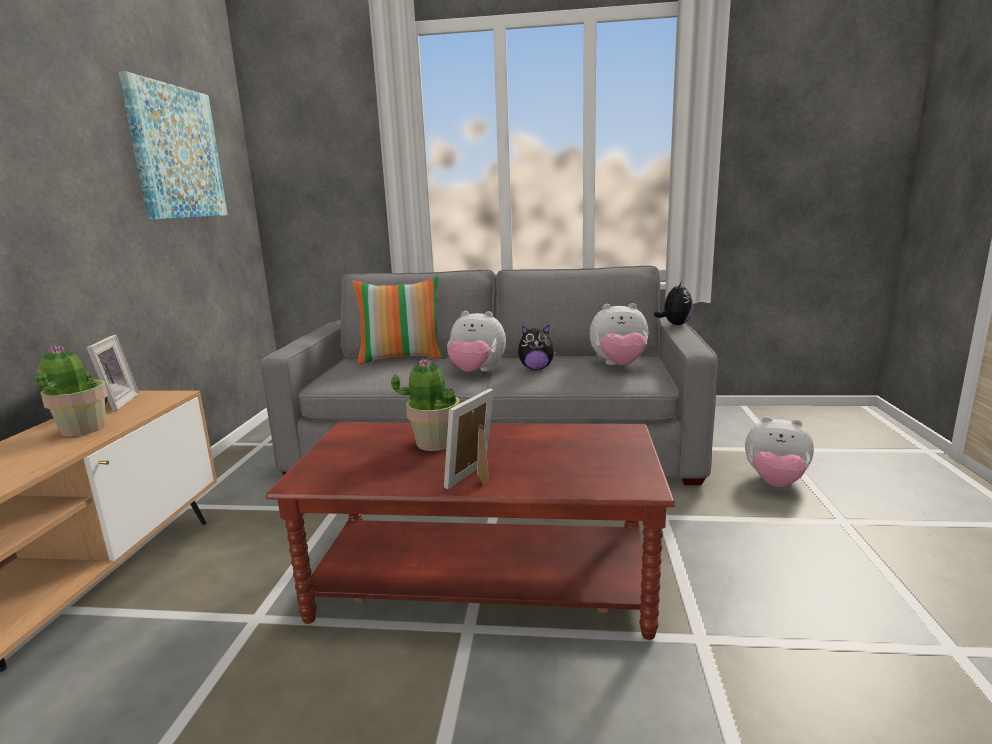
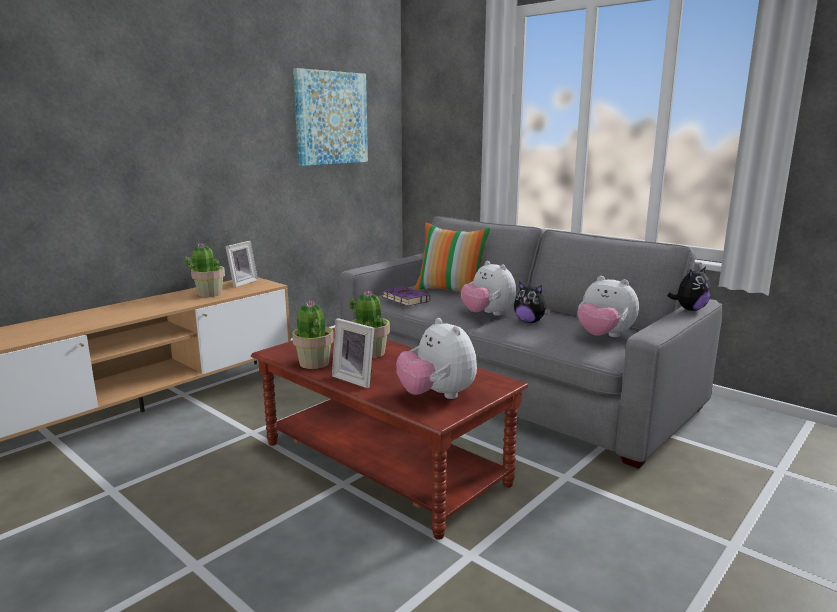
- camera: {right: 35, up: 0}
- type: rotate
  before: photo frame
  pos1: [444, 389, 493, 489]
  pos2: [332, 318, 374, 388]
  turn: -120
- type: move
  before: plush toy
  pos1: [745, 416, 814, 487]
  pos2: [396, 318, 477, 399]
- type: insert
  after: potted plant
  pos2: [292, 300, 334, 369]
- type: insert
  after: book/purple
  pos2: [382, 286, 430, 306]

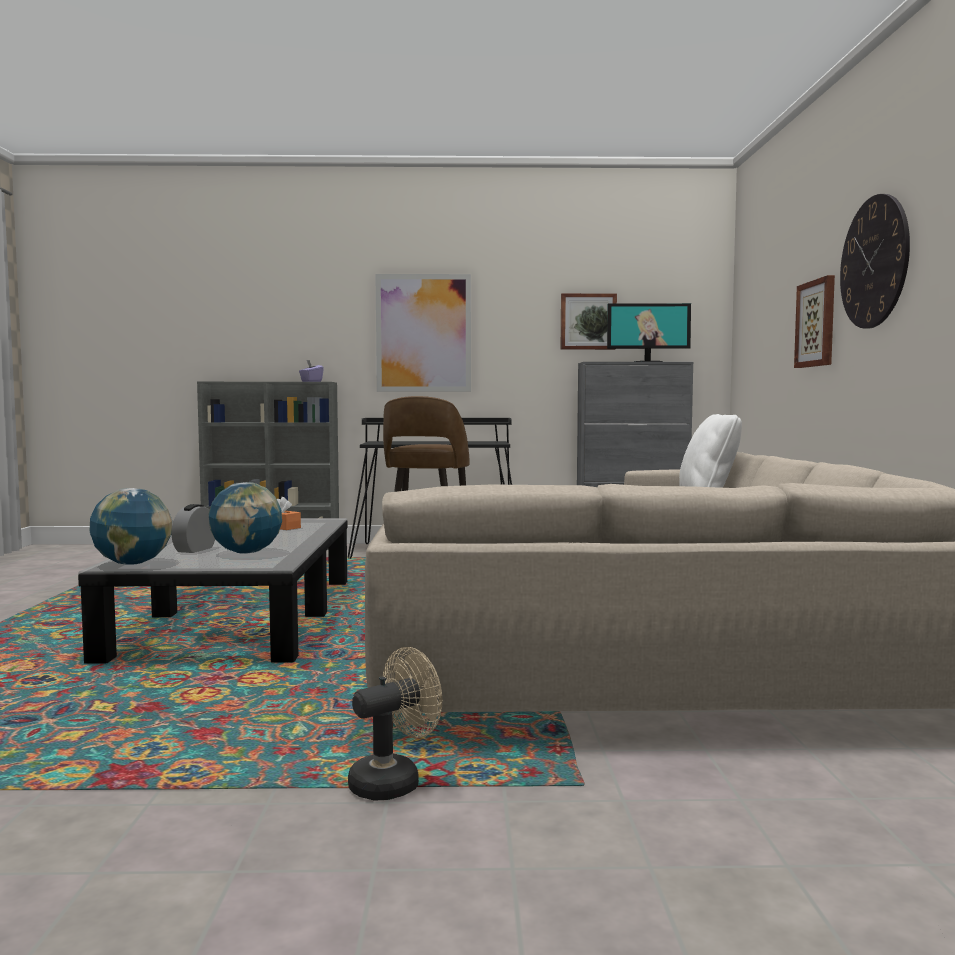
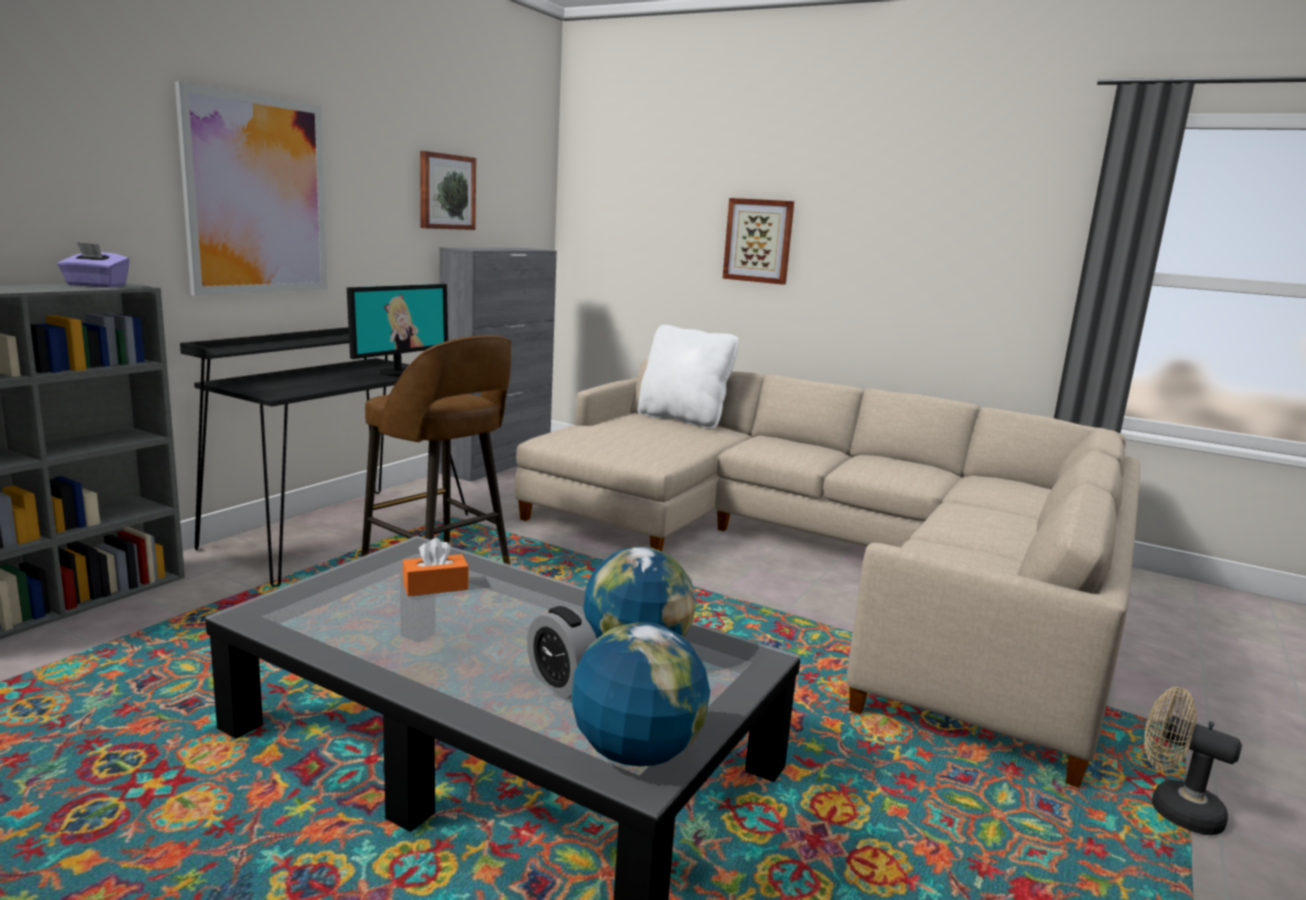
- camera: {right: -60, up: 10}
- type: rotate
  before: electric fan/beige-coloured
  pos1: [348, 647, 442, 801]
  pos2: [1144, 687, 1242, 835]
  turn: -45
- type: move
  before: monitor
  pos1: [607, 303, 691, 362]
  pos2: [347, 284, 448, 376]
- type: delete
  before: clock on the wall
  pos1: [840, 194, 910, 328]

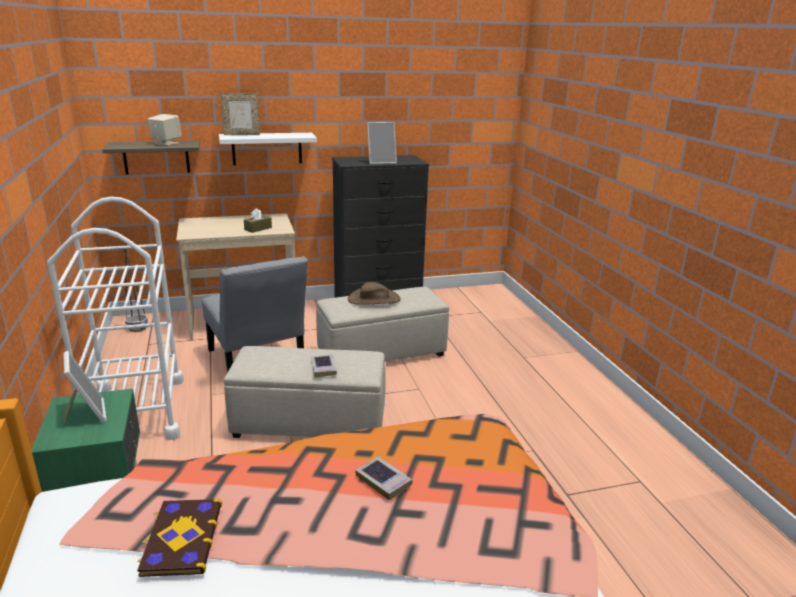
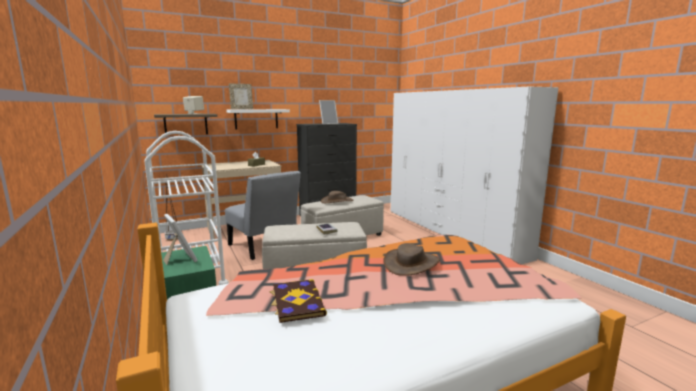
- camera: {right: -10, up: -10}
- type: replace
  before: book
  after: hat/brown-coloured
  pos1: [355, 456, 413, 500]
  pos2: [383, 243, 440, 276]
- type: insert
  after: armoire/white
  pos2: [391, 87, 559, 265]

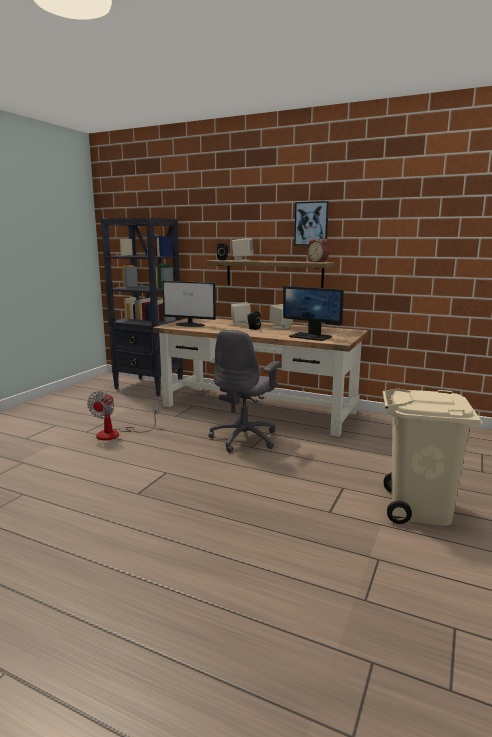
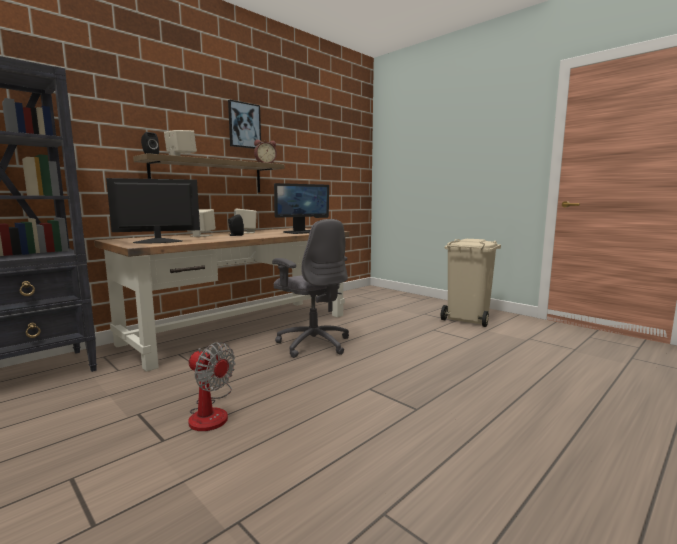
- camera: {right: -70, up: -5}
- type: rotate
  before: monitor
  pos1: [162, 281, 216, 327]
  pos2: [106, 178, 200, 243]
  turn: -150

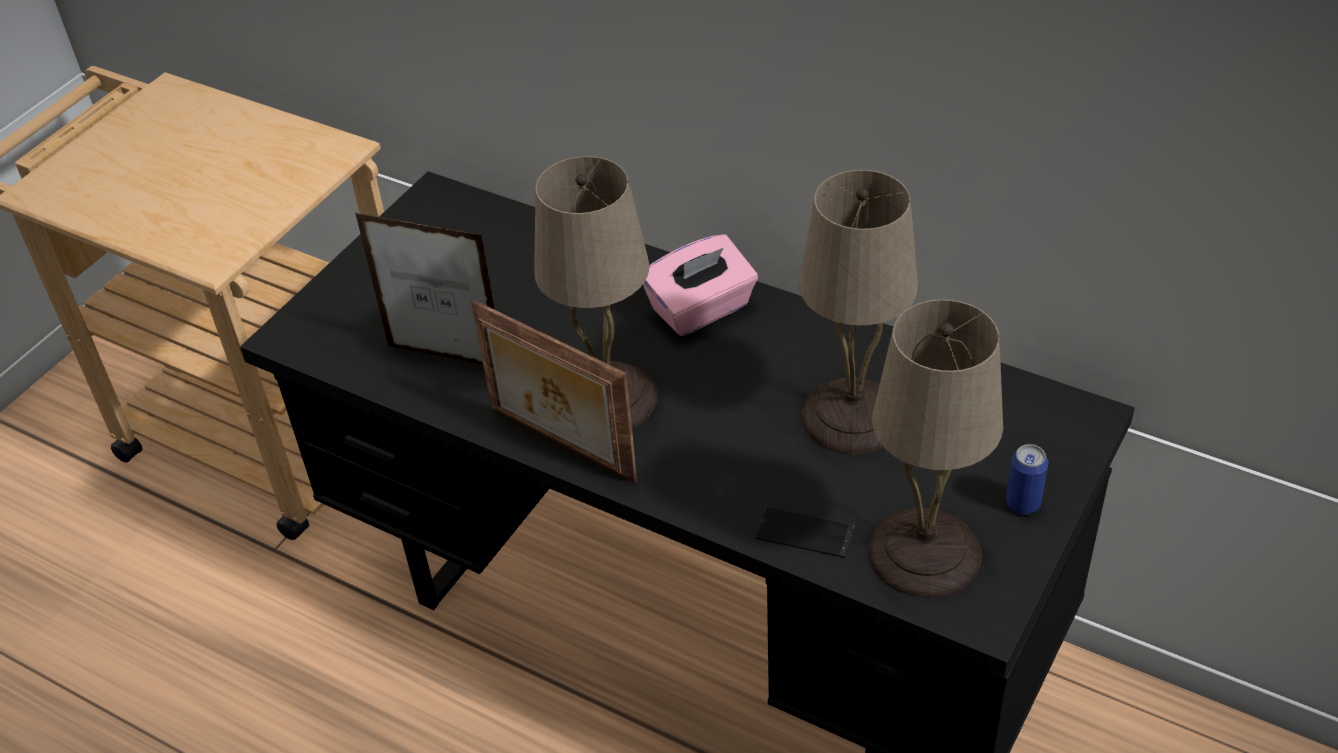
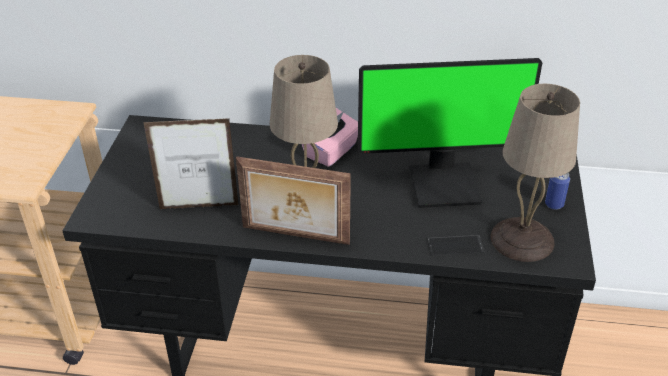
- camera: {right: -25, up: -5}
- type: replace
  before: table lamp/beige-coloured
  after: monitor
  pos1: [799, 170, 918, 454]
  pos2: [358, 58, 542, 208]

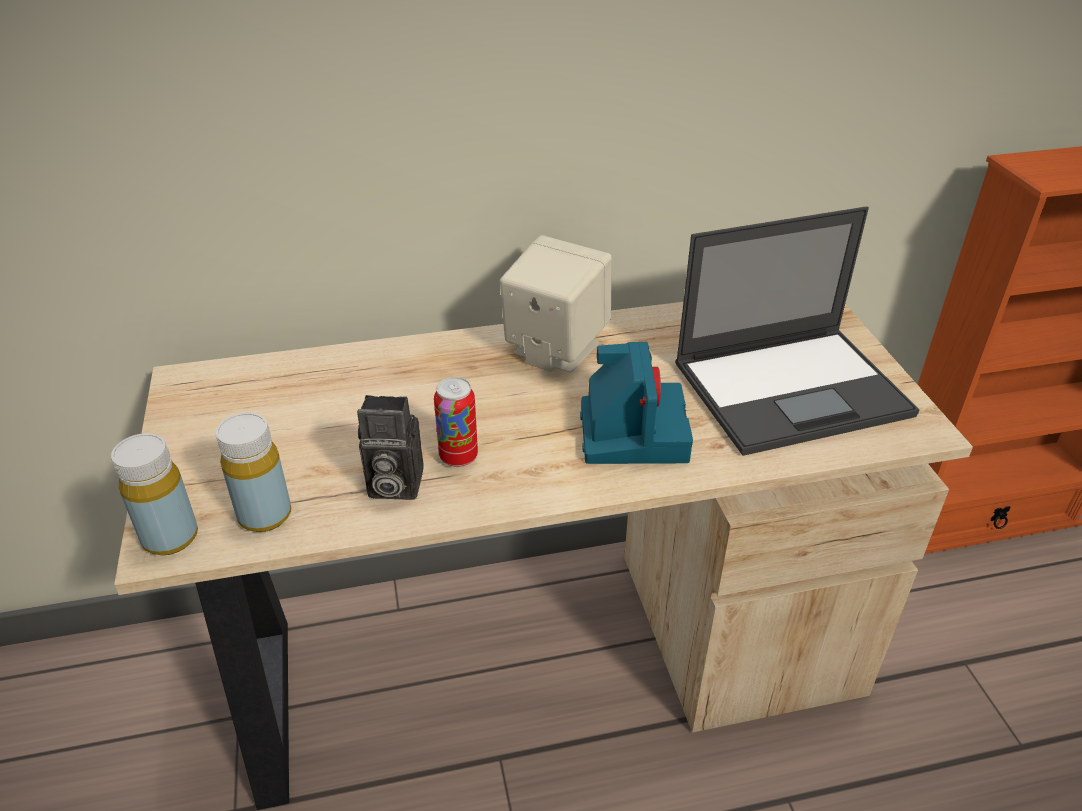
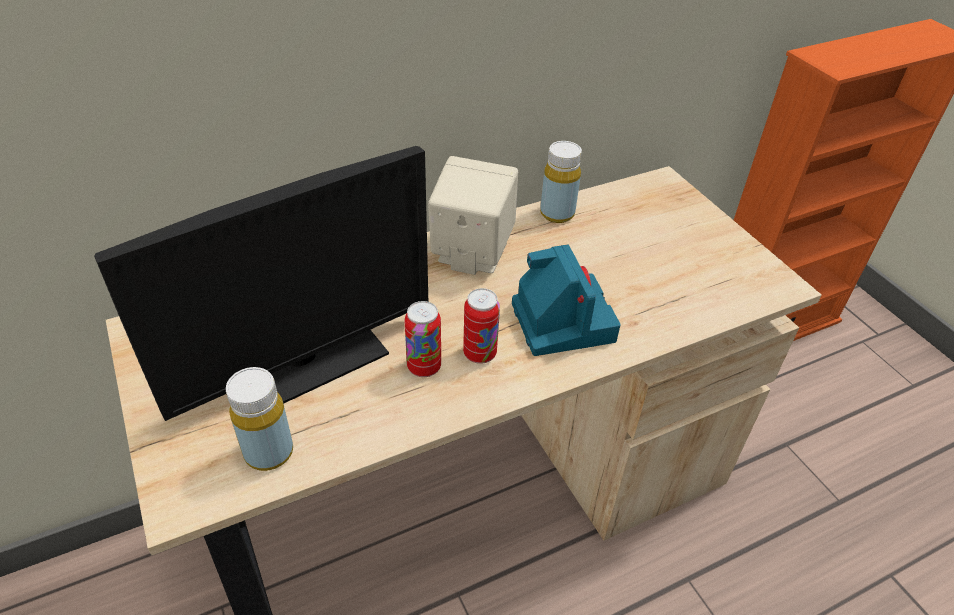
- camera: {right: -15, up: 5}
- type: move
  before: beverage bottle/yellow-coloured
  pos1: [111, 433, 198, 555]
  pos2: [540, 141, 582, 223]
- type: delete
  before: still camera
  pos1: [357, 395, 424, 500]
- type: delete
  before: laptop
  pos1: [675, 207, 919, 456]
- type: insert
  after: monitor
  pos2: [94, 146, 428, 421]
- type: insert
  after: sealed can
  pos2: [463, 288, 500, 364]

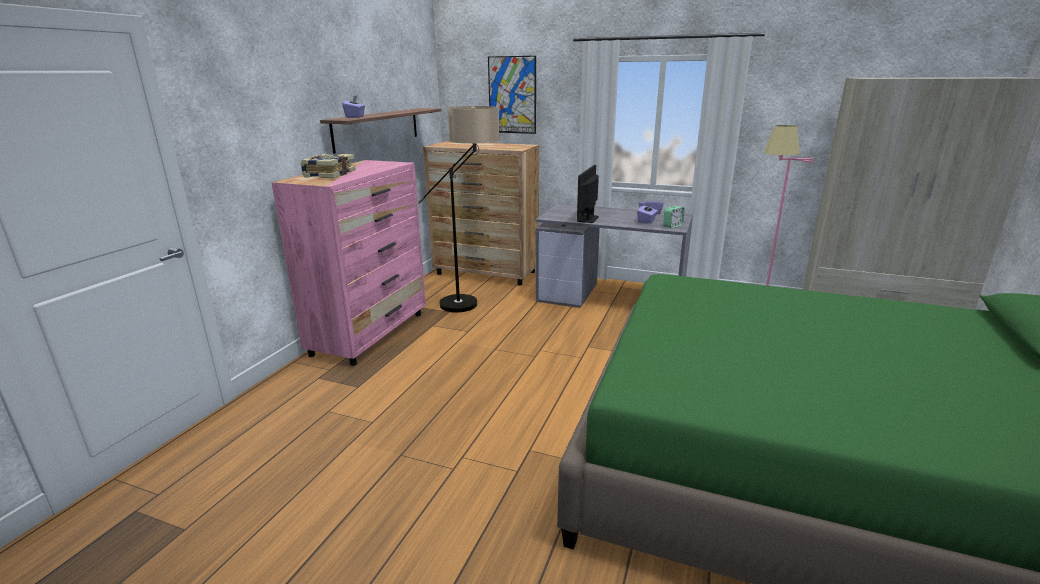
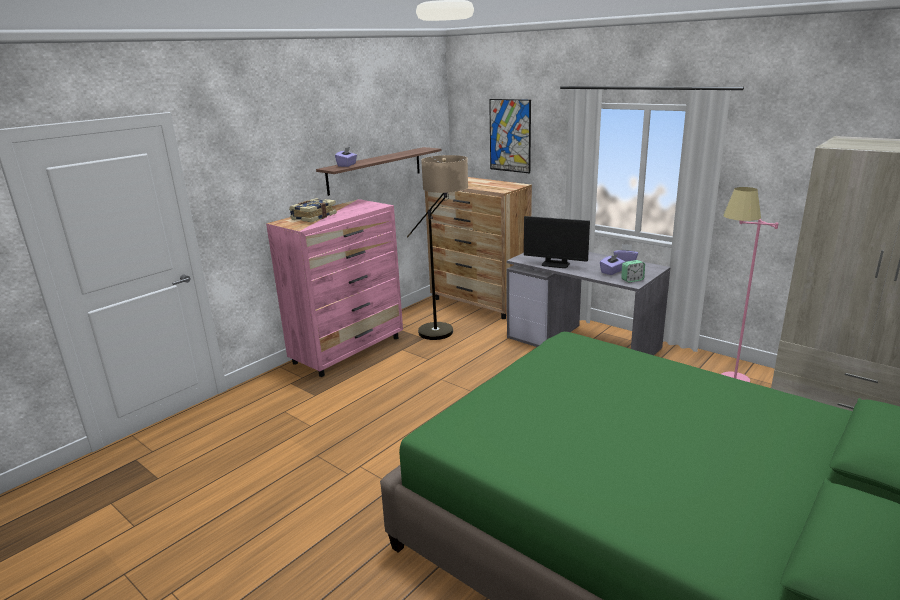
- camera: {right: 20, up: 0}
- type: rotate
  before: monitor
  pos1: [577, 165, 599, 223]
  pos2: [524, 216, 590, 268]
  turn: -105

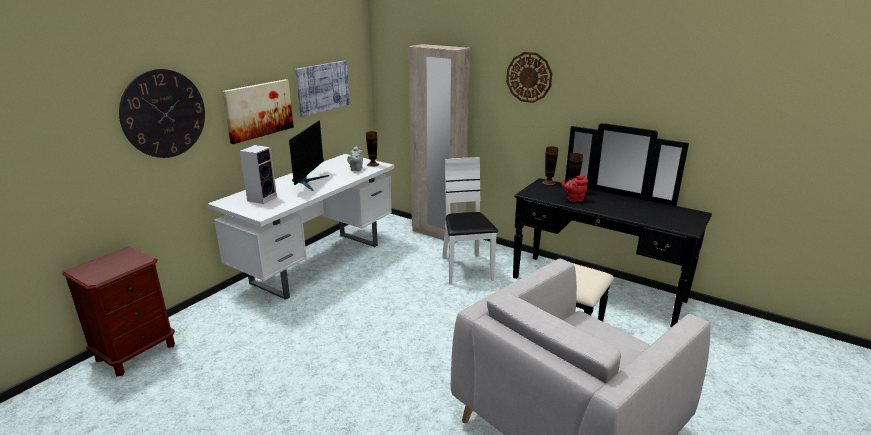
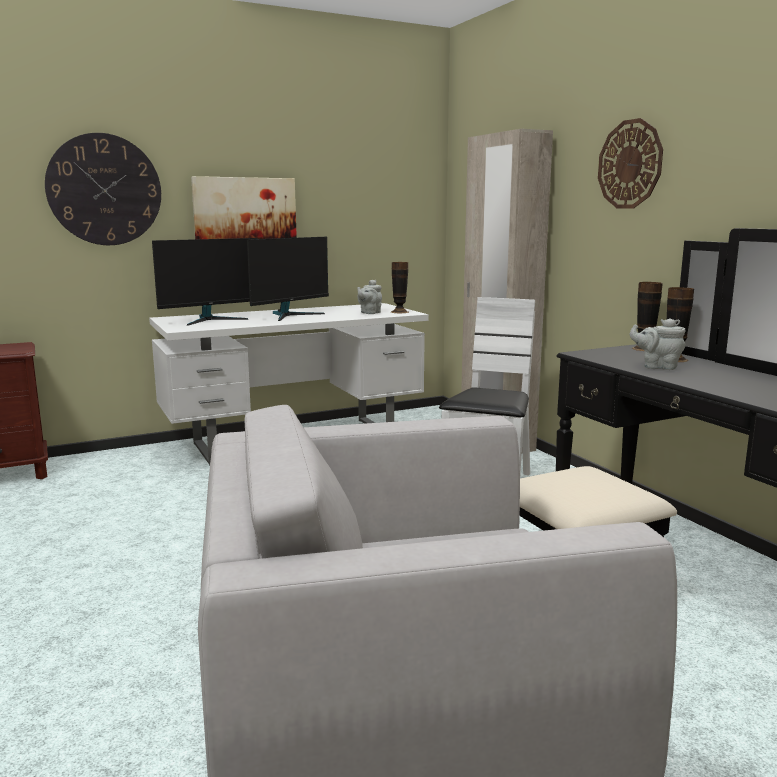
- camera: {right: 30, up: -10}
- type: replace
  before: loudspeaker
  after: monitor
  pos1: [240, 145, 277, 204]
  pos2: [152, 238, 257, 326]
- type: delete
  before: wall art
  pos1: [295, 61, 350, 117]
- type: recolor
  before: tea pot/reddish
  after: tea pot/gray
  pos1: [561, 175, 588, 202]
  pos2: [630, 318, 686, 370]

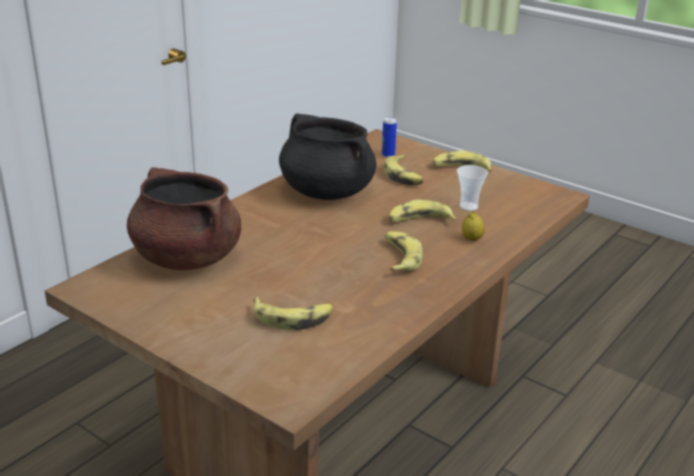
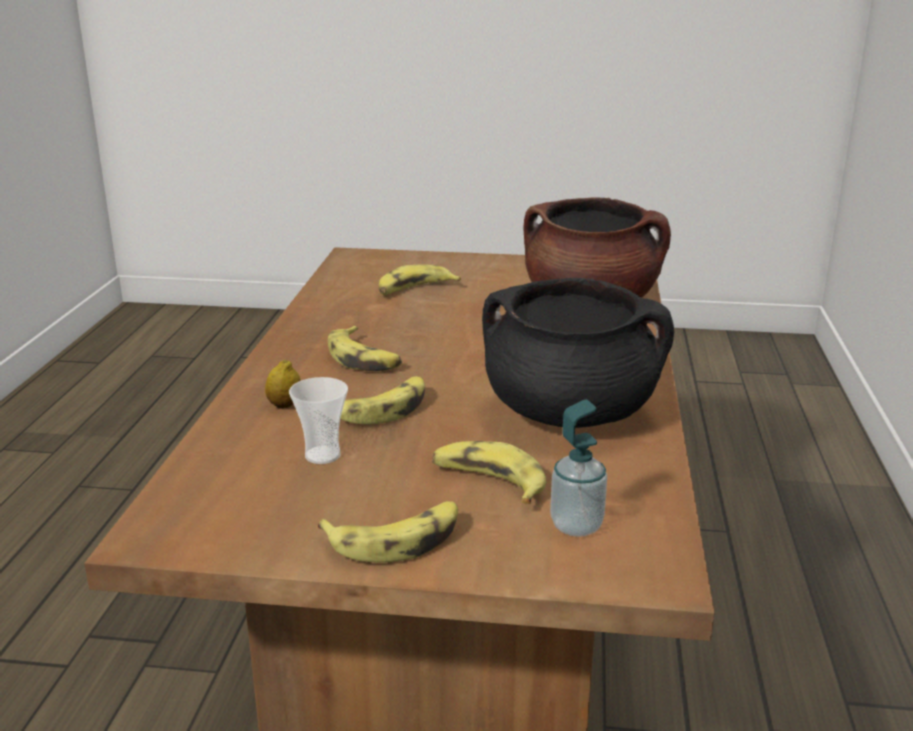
- camera: {right: 150, up: -5}
- type: replace
  before: sealed can
  after: soap dispenser
  pos1: [382, 117, 397, 158]
  pos2: [550, 400, 607, 537]

